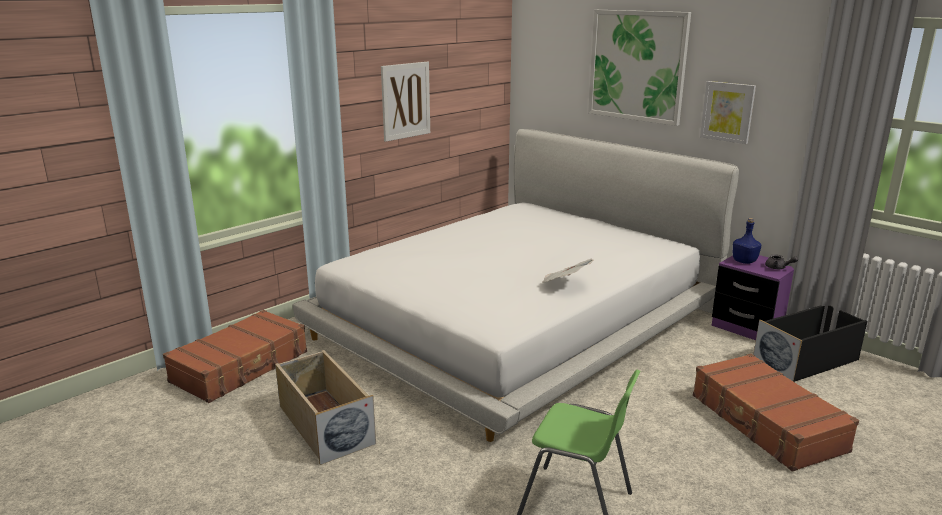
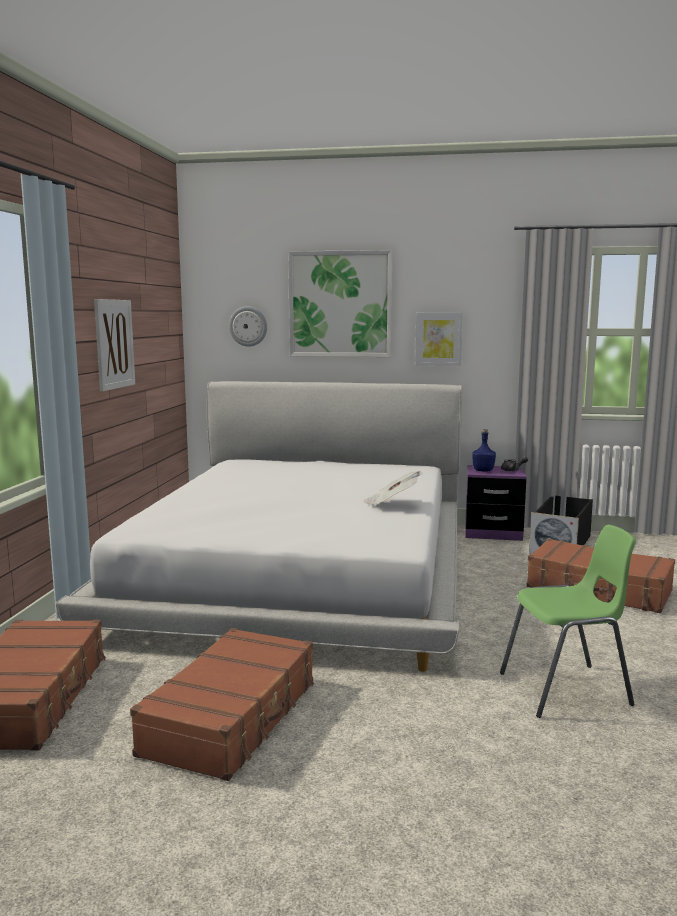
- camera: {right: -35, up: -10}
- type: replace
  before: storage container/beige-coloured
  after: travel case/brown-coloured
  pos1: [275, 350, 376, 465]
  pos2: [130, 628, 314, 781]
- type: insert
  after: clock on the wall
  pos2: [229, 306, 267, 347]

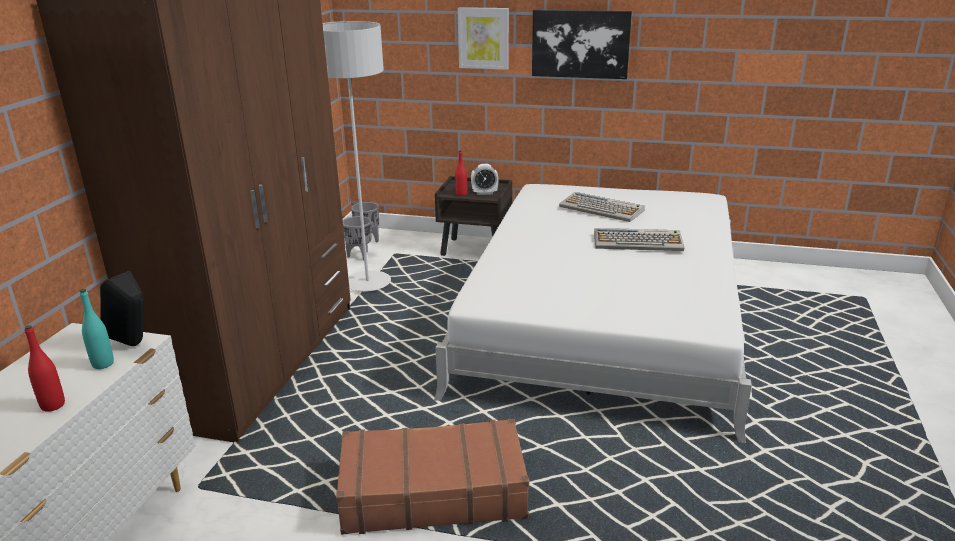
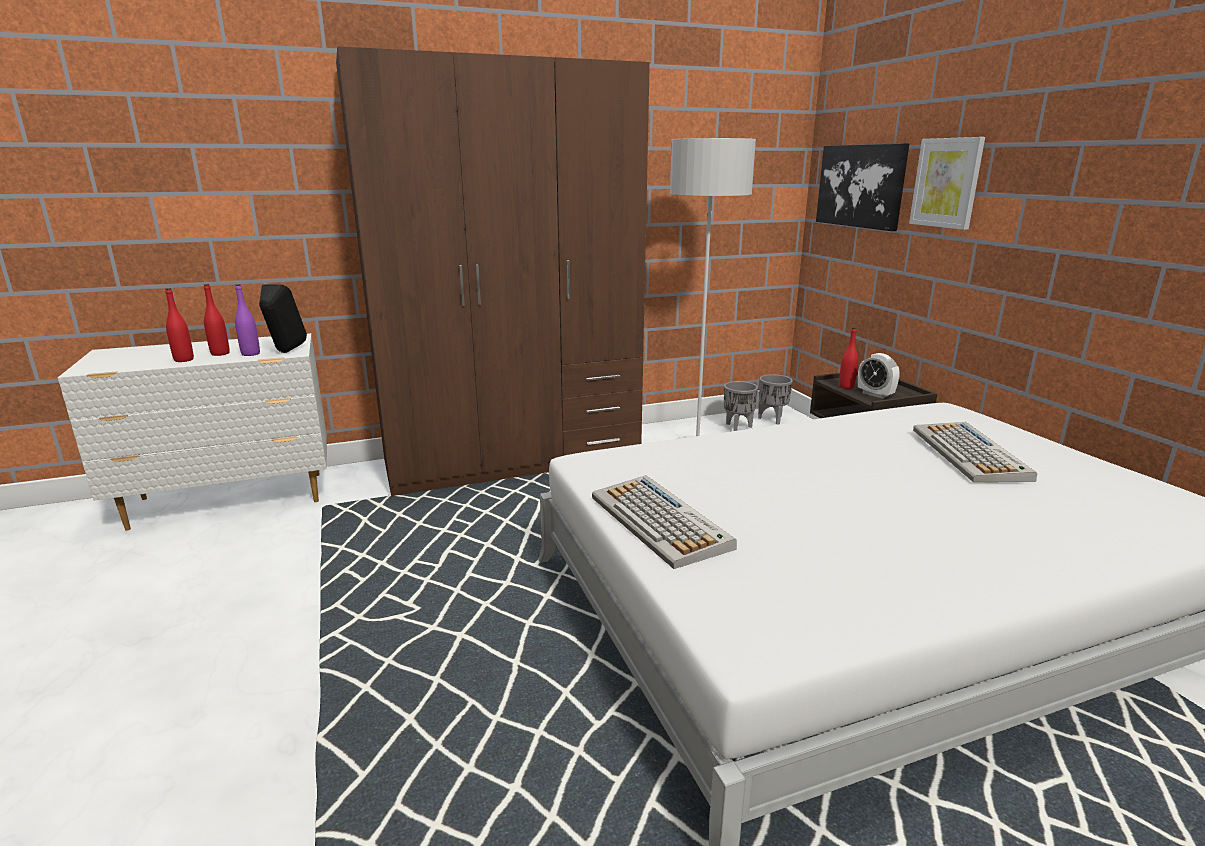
- camera: {right: 55, up: -5}
- type: recolor
  before: beverage bottle/turquoise
  after: beverage bottle/purple
  pos1: [80, 289, 114, 369]
  pos2: [235, 284, 260, 356]
- type: delete
  before: travel case/brown-coloured
  pos1: [336, 419, 529, 535]
- type: move
  before: wall art
  pos1: [532, 10, 632, 79]
  pos2: [816, 143, 909, 231]
- type: move
  before: PC keyboard
  pos1: [594, 228, 684, 251]
  pos2: [592, 475, 737, 569]
- type: insert
  after: beverage bottle/reddish
  pos2: [204, 284, 230, 356]

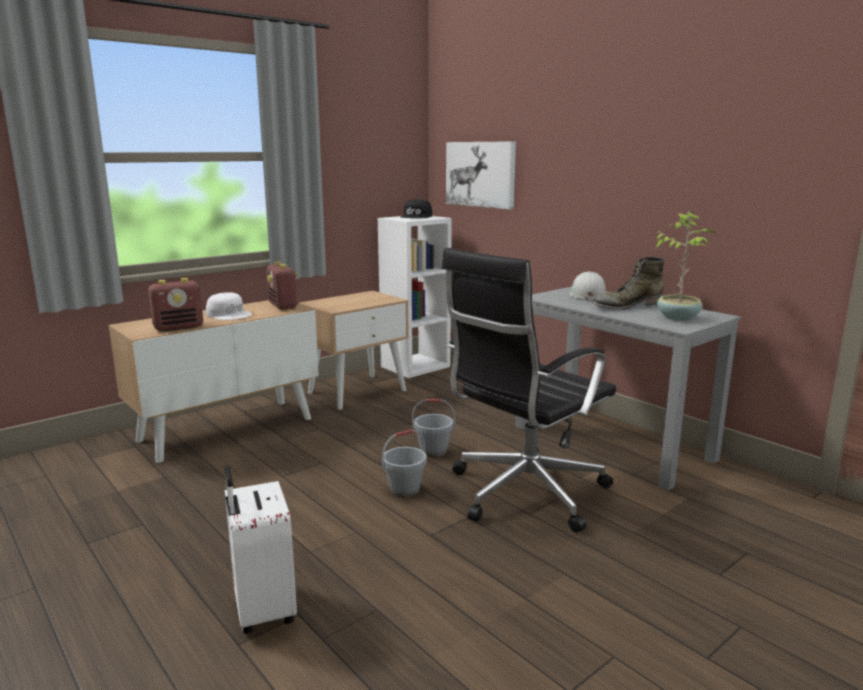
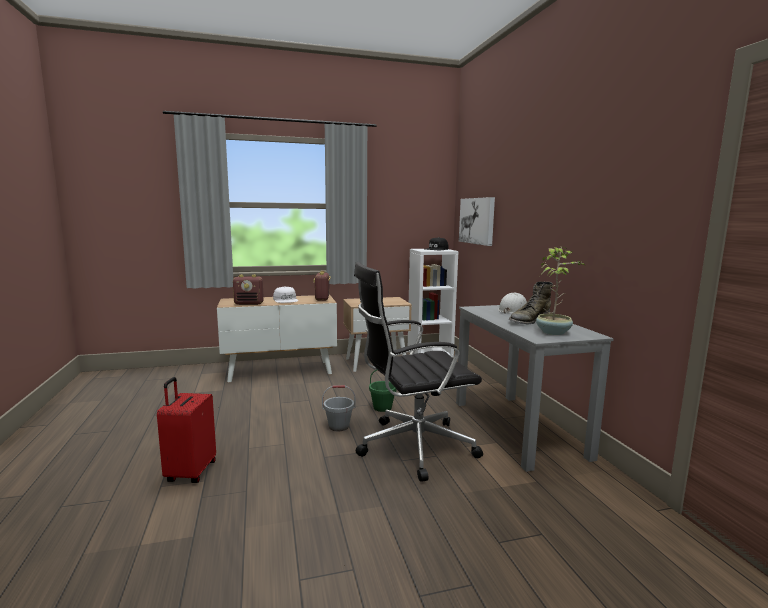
- camera: {right: 25, up: -5}
- type: recolor
  before: travel case/white
  after: travel case/reddish
  pos1: [225, 466, 297, 634]
  pos2: [157, 377, 216, 483]
- type: recolor
  before: bucket/gray
  after: bucket/green
  pos1: [412, 399, 455, 458]
  pos2: [369, 370, 397, 412]
- type: rotate
  before: high-top boot/green
  pos1: [592, 257, 664, 310]
  pos2: [509, 281, 553, 325]
  turn: -45

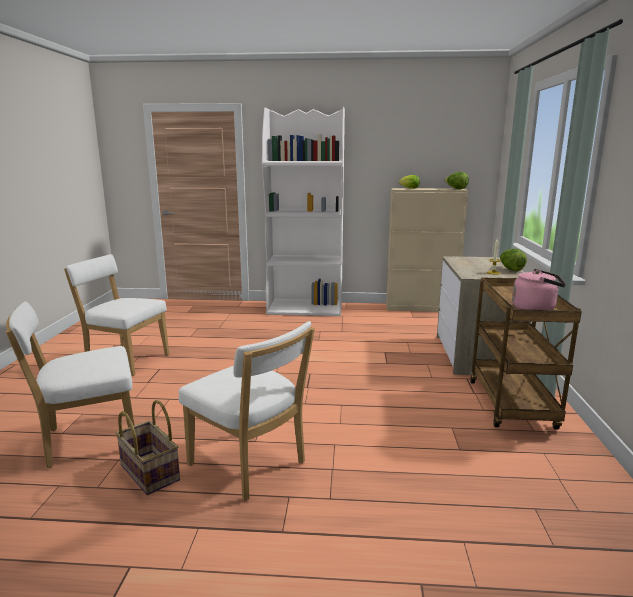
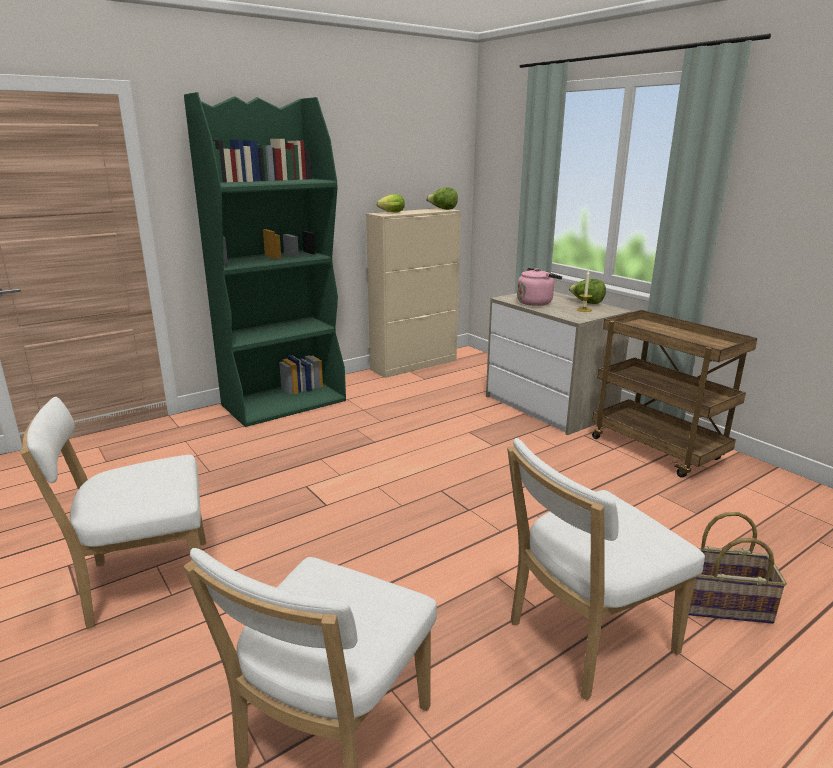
- camera: {right: -40, up: 5}
- type: move
  before: household basket
  pos1: [116, 400, 180, 495]
  pos2: [689, 512, 787, 624]
- type: rotate
  before: upright chair/white
  pos1: [179, 321, 315, 501]
  pos2: [507, 438, 705, 701]
  turn: 150
- type: recolor
  before: bookshelf/white
  after: bookshelf/green
  pos1: [262, 107, 345, 316]
  pos2: [184, 92, 346, 427]
- type: move
  before: tea kettle/pinkish
  pos1: [512, 269, 566, 310]
  pos2: [517, 268, 562, 306]

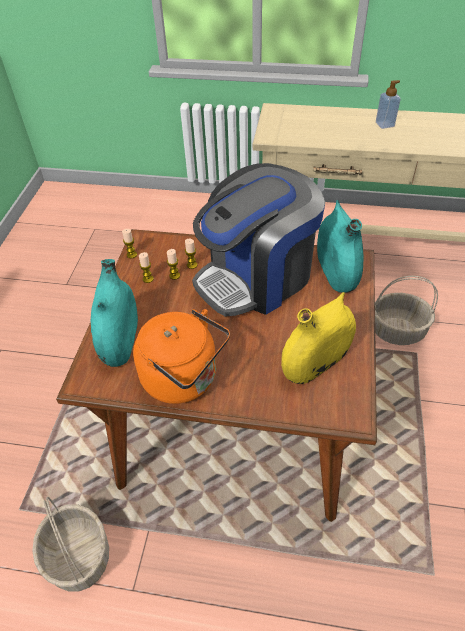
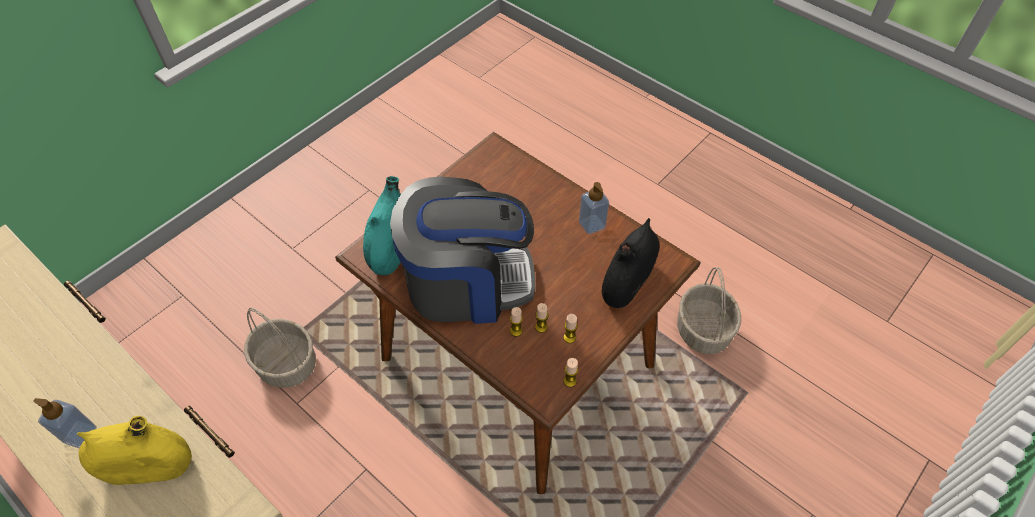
- camera: {right: -150, up: 5}
- type: recolor
  before: decorative vase/turquoise
  after: decorative vase/black
  pos1: [91, 259, 138, 367]
  pos2: [602, 218, 660, 308]
- type: replace
  before: tea kettle/orange
  after: soap dispenser
  pos1: [133, 309, 230, 404]
  pos2: [579, 182, 609, 234]
- type: move
  before: decorative vase/yellow-coloured
  pos1: [281, 292, 356, 384]
  pos2: [77, 416, 192, 485]

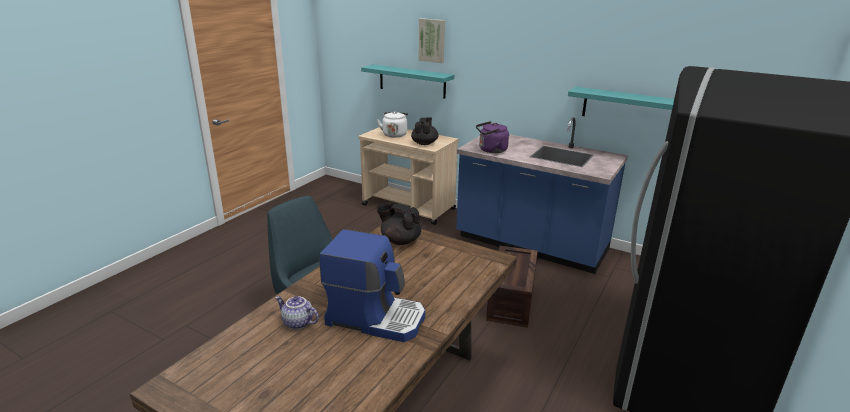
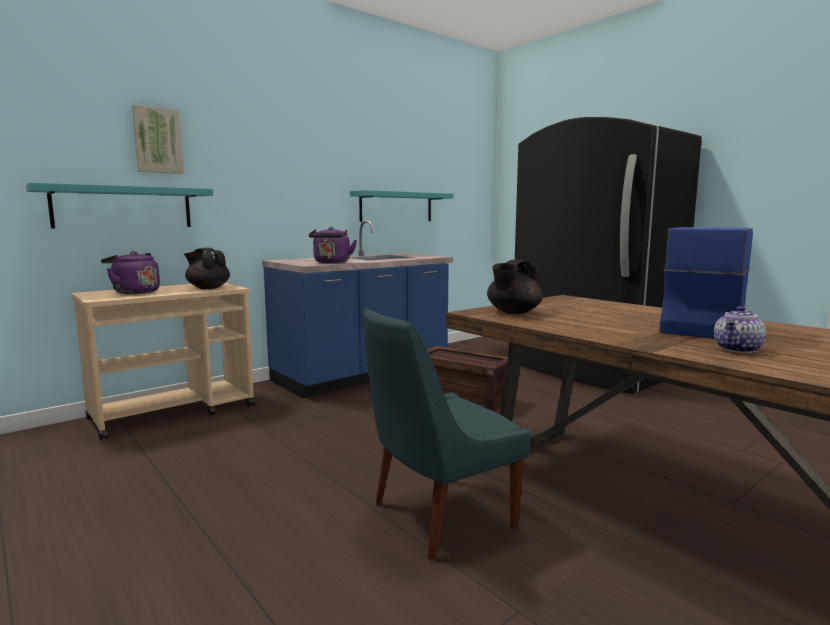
- camera: {right: -70, up: -15}
- type: recolor
  before: tea kettle/white
  after: tea kettle/purple
  pos1: [377, 112, 408, 138]
  pos2: [101, 251, 160, 294]

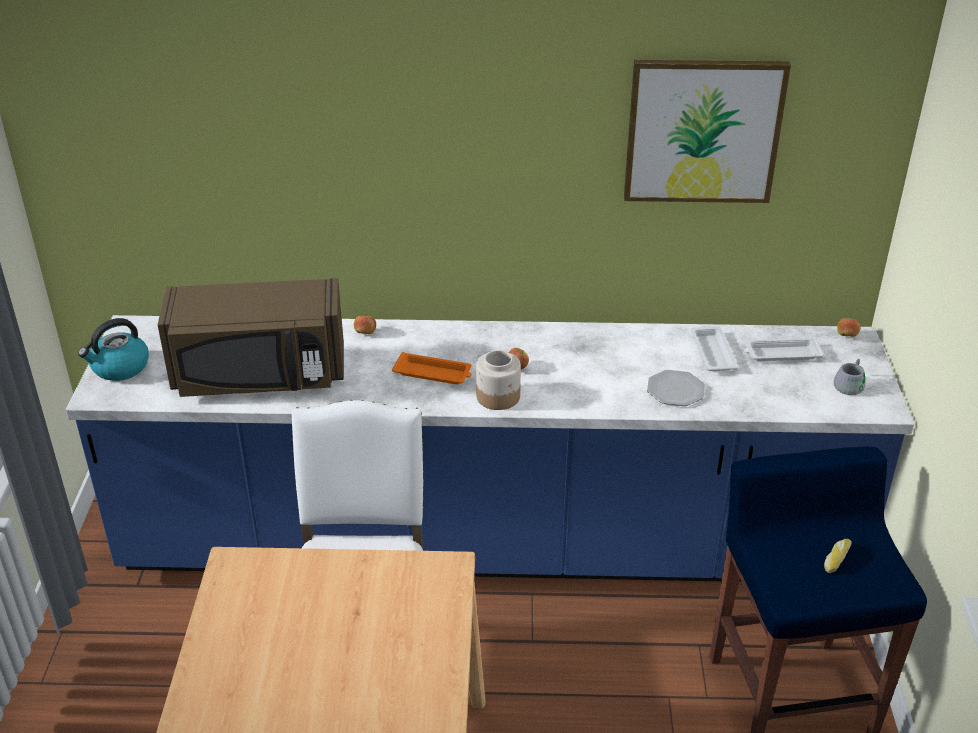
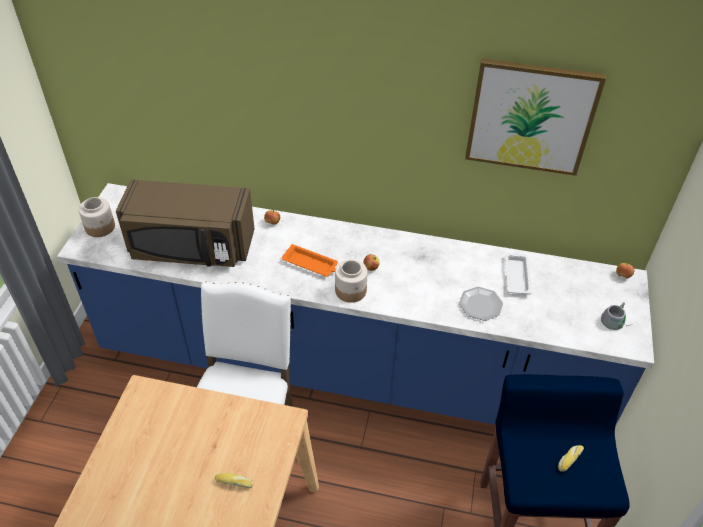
- camera: {right: 10, up: 10}
- type: replace
  before: tea kettle
  after: jar
  pos1: [78, 318, 149, 381]
  pos2: [78, 197, 115, 237]
- type: delete
  before: tray/white
  pos1: [744, 337, 824, 361]
- type: insert
  after: bakery bread
  pos2: [215, 473, 253, 488]

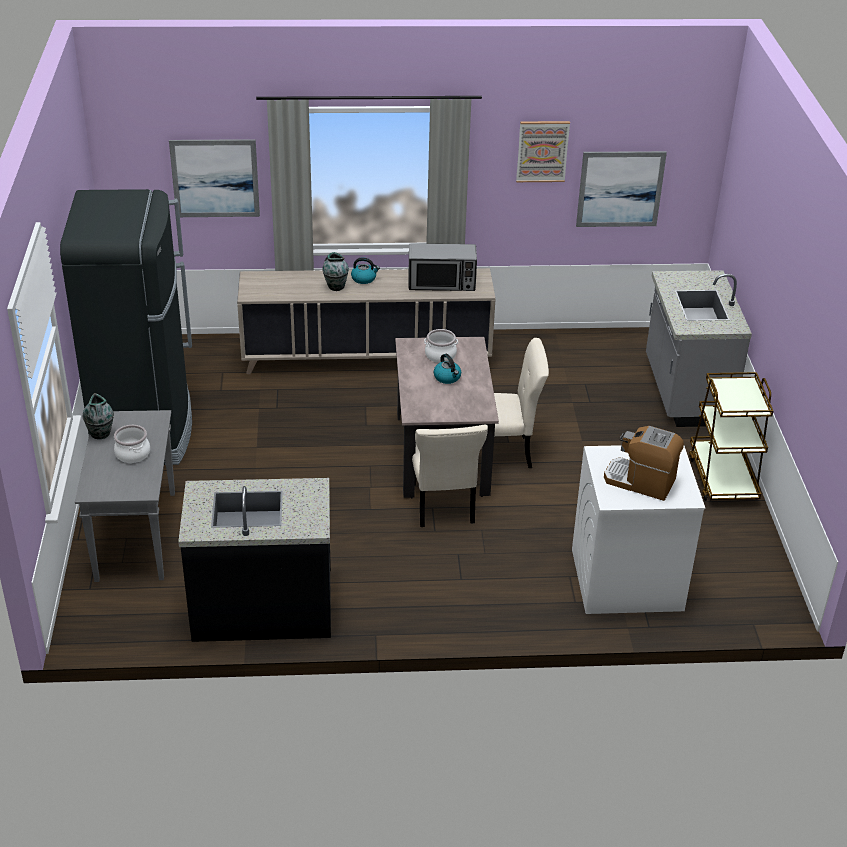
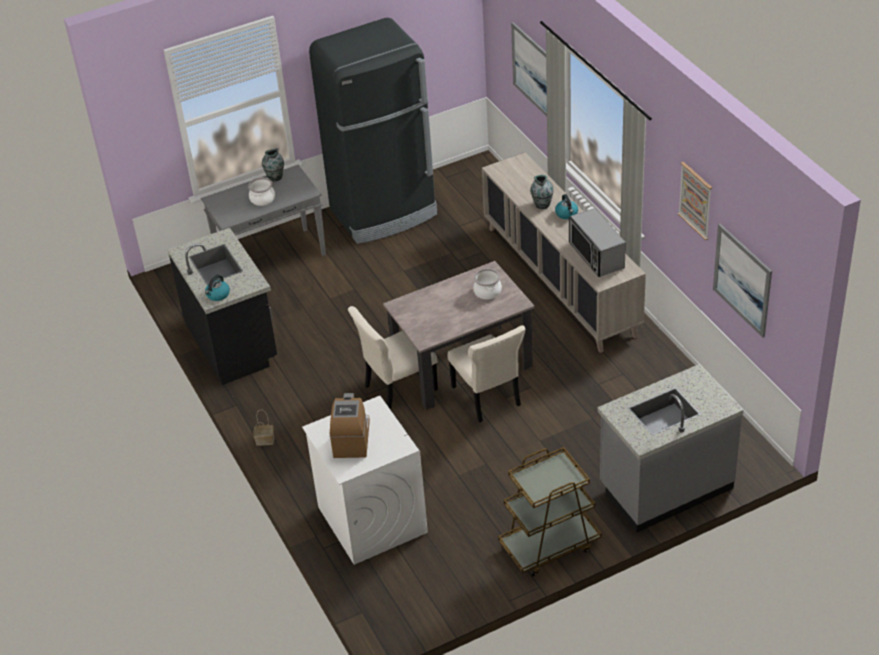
- camera: {right: 70, up: 5}
- type: move
  before: tea kettle
  pos1: [433, 354, 461, 384]
  pos2: [205, 275, 230, 301]
- type: insert
  after: household basket
  pos2: [254, 410, 274, 446]

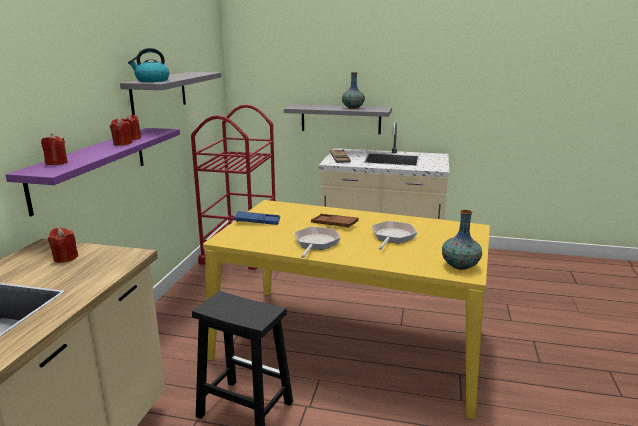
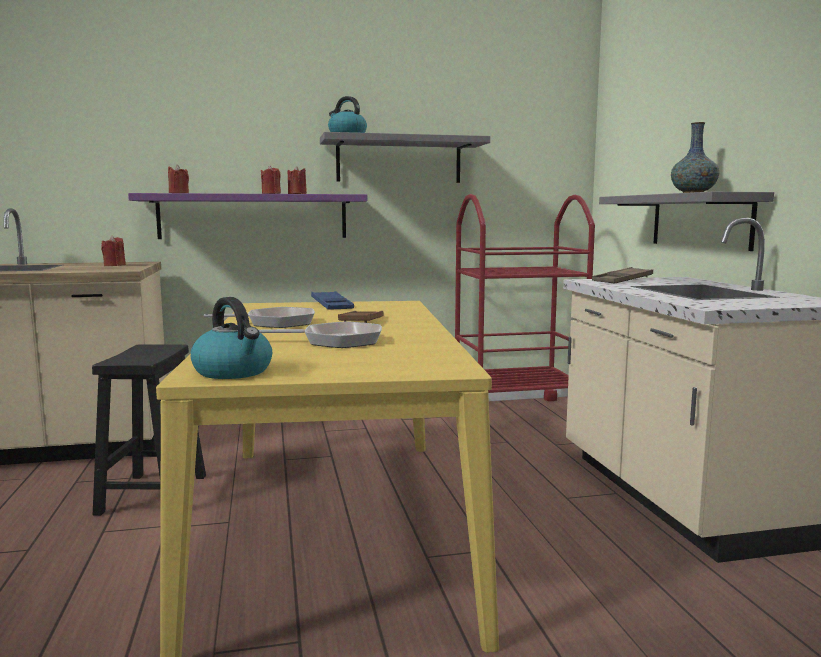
- camera: {right: 65, up: -10}
- type: replace
  before: decorative vase
  after: tea kettle
  pos1: [442, 210, 482, 270]
  pos2: [191, 297, 272, 379]

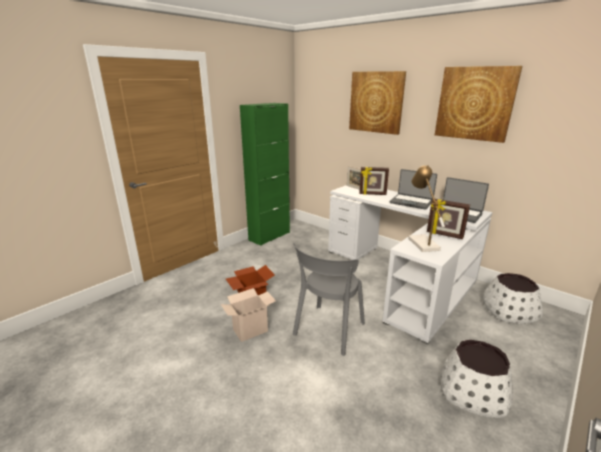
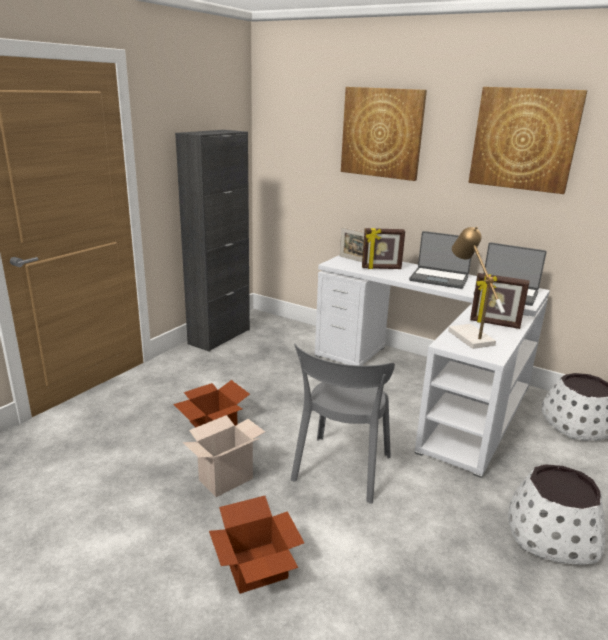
- camera: {right: -10, up: 0}
- type: recolor
  before: cabinet/green
  after: cabinet/black
  pos1: [240, 103, 290, 246]
  pos2: [175, 130, 250, 352]
- type: insert
  after: carton
  pos2: [209, 496, 304, 594]

